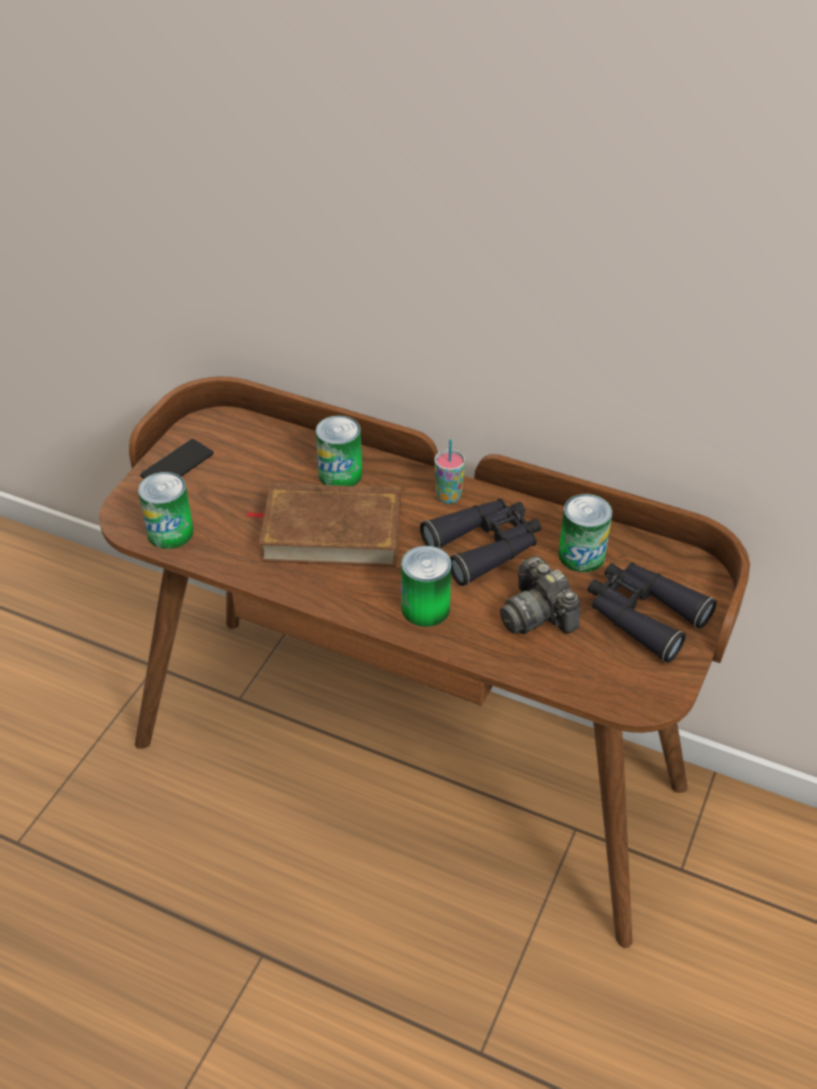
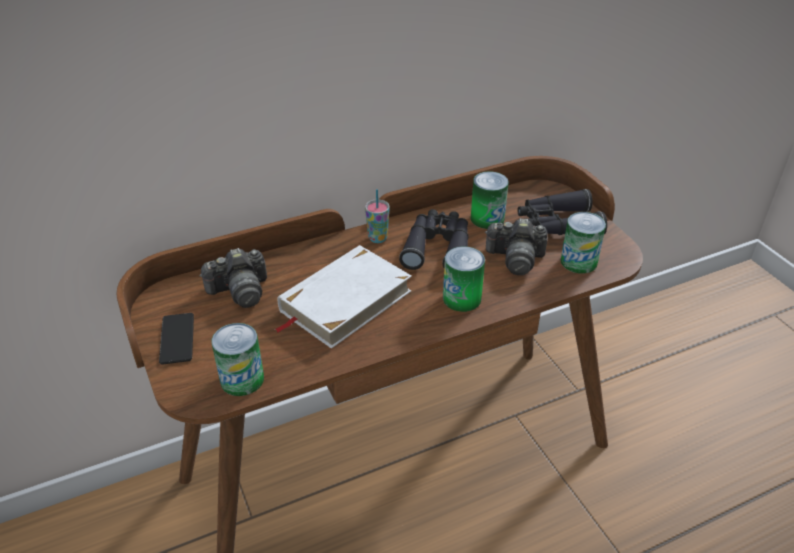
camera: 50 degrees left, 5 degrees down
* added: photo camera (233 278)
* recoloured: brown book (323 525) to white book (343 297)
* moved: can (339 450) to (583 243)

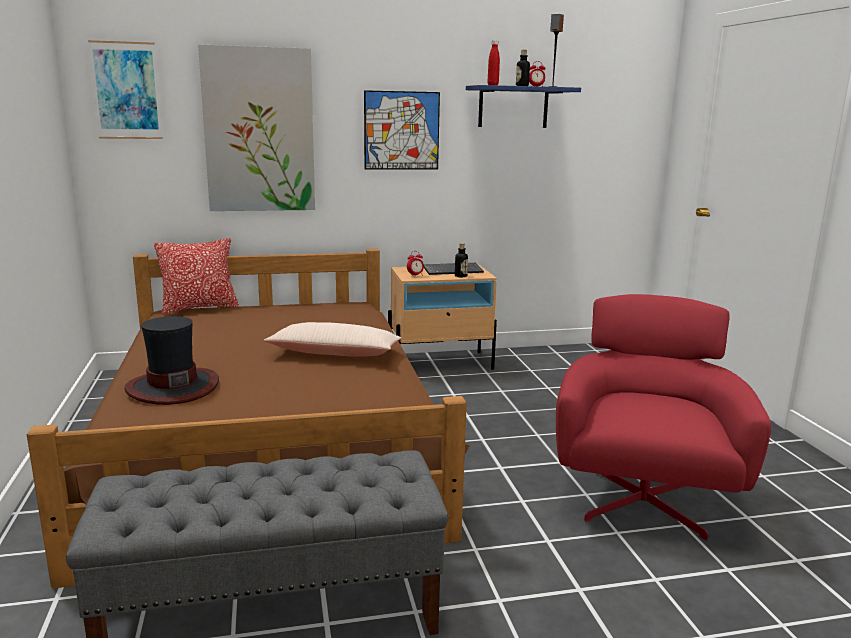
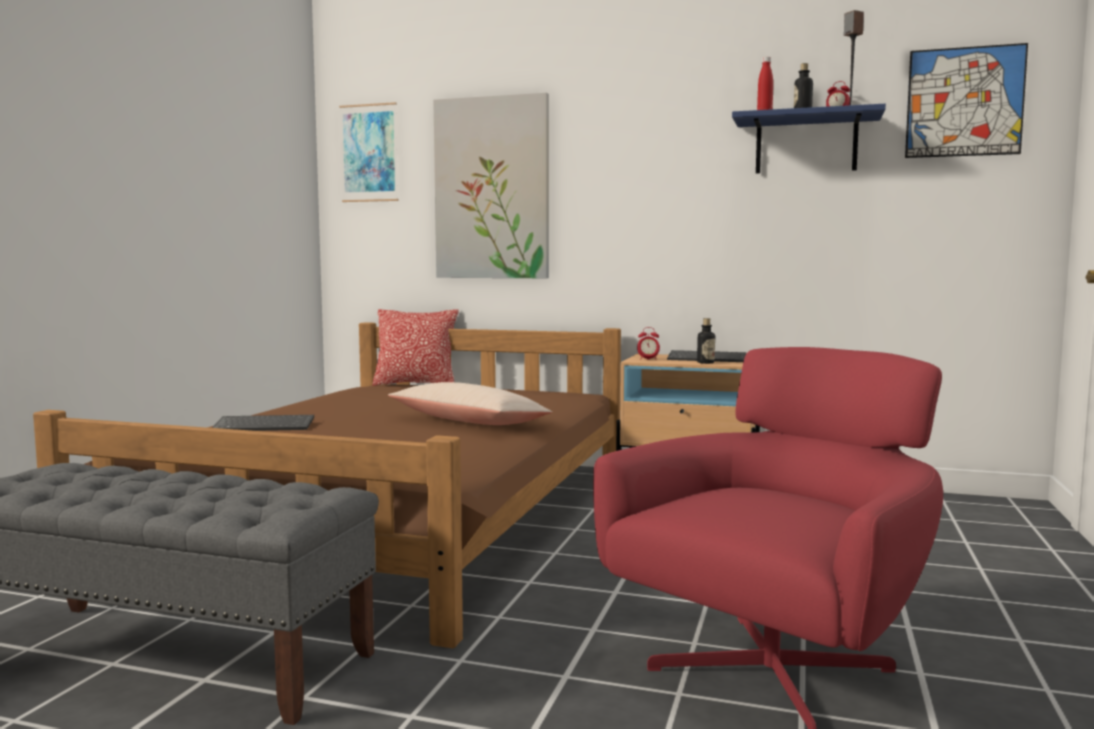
camera: 30 degrees right, 10 degrees down
* replaced: hat (171 360) to keyboard (263 423)
* moved: picture (402 130) to (966 100)

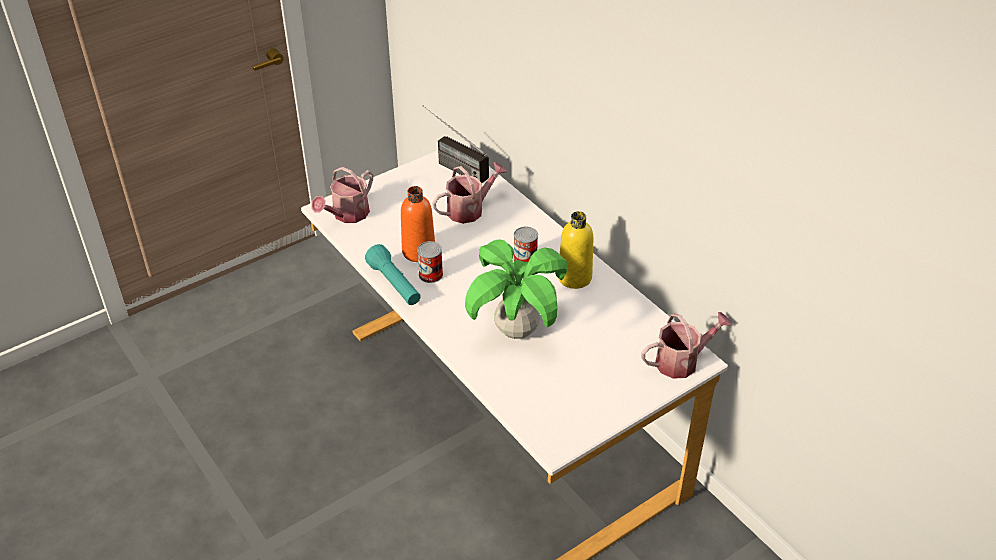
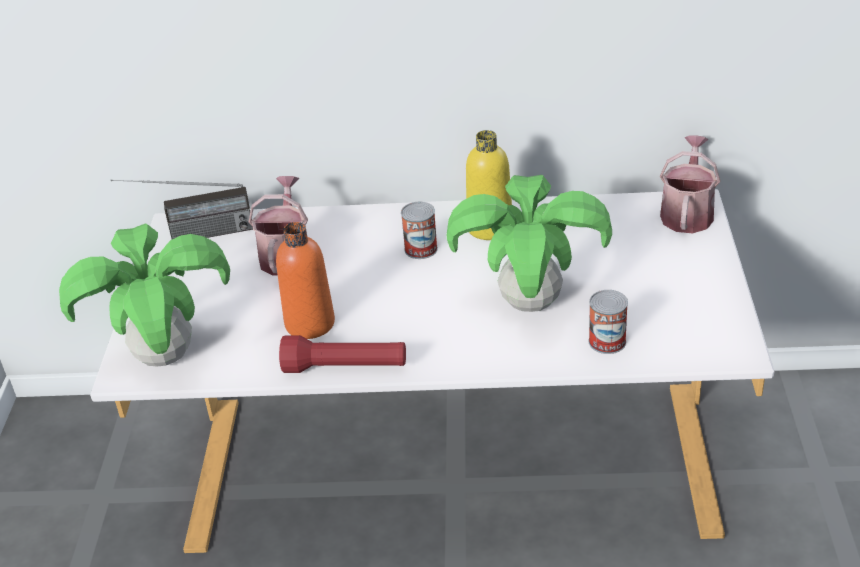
camera: 50 degrees left, 5 degrees down
* replaced: watering can (342 195) to potted plant (144 294)
* recoloured: turquoise flashlight (393 274) to red flashlight (342 354)
* moved: can (430 262) to (608 322)

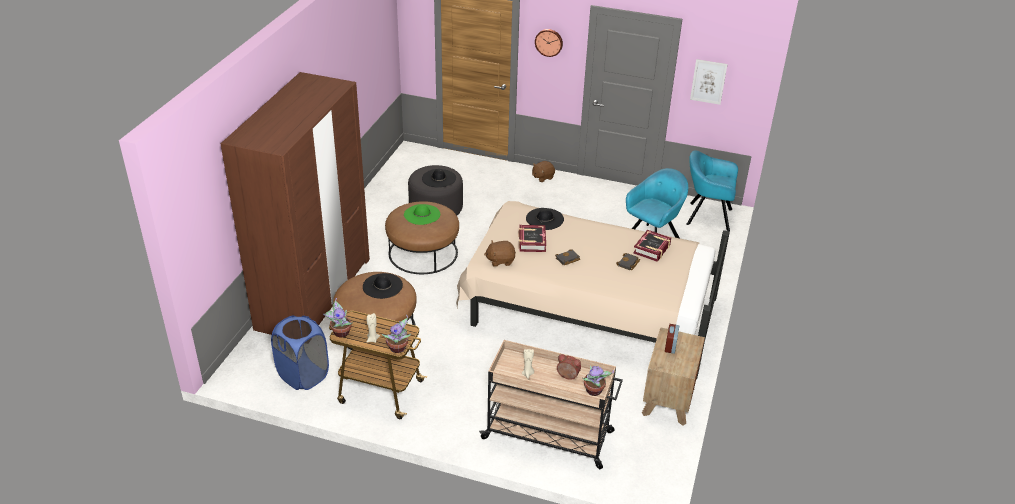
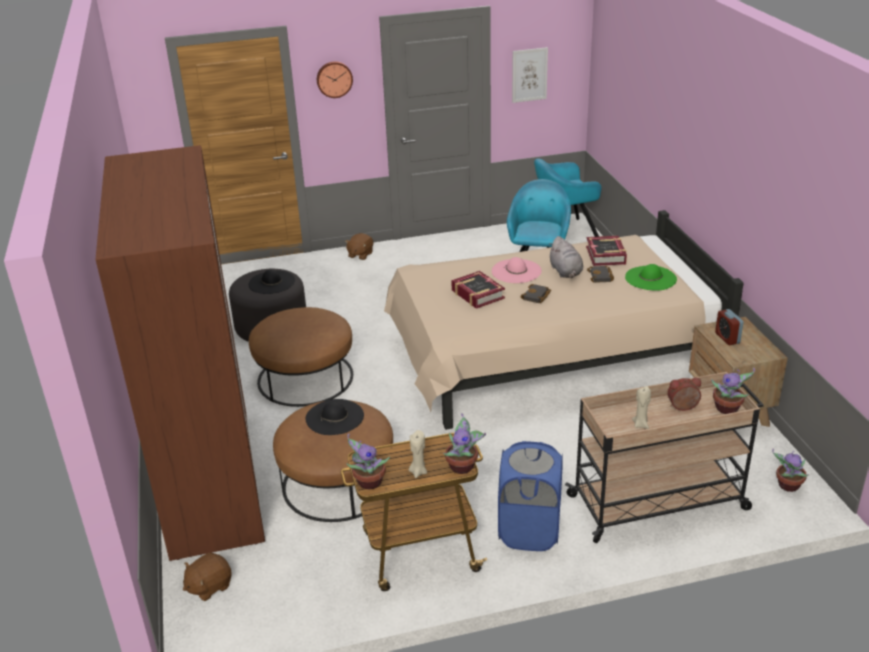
camera: 30 degrees left, 5 degrees down
* moved: brown plush toy (500 253) to (207 576)
* added: pink hat (517 270)
* moved: blue laundry basket (300 353) to (530 496)
* added: grey plush toy (565 257)
* moved: green hat (422 214) to (651 277)
* added: potted plant (790 470)
* removed: black hat (545 219)

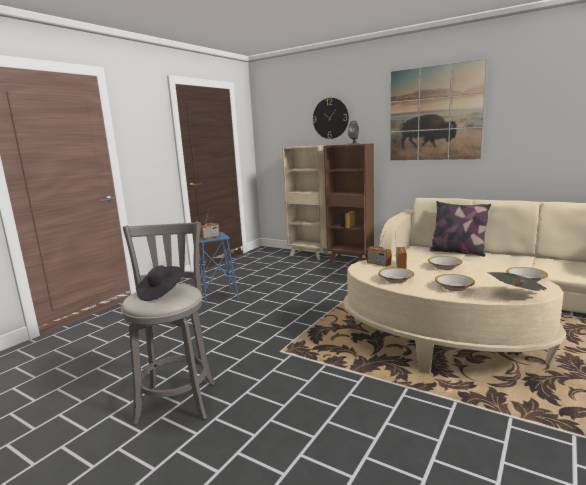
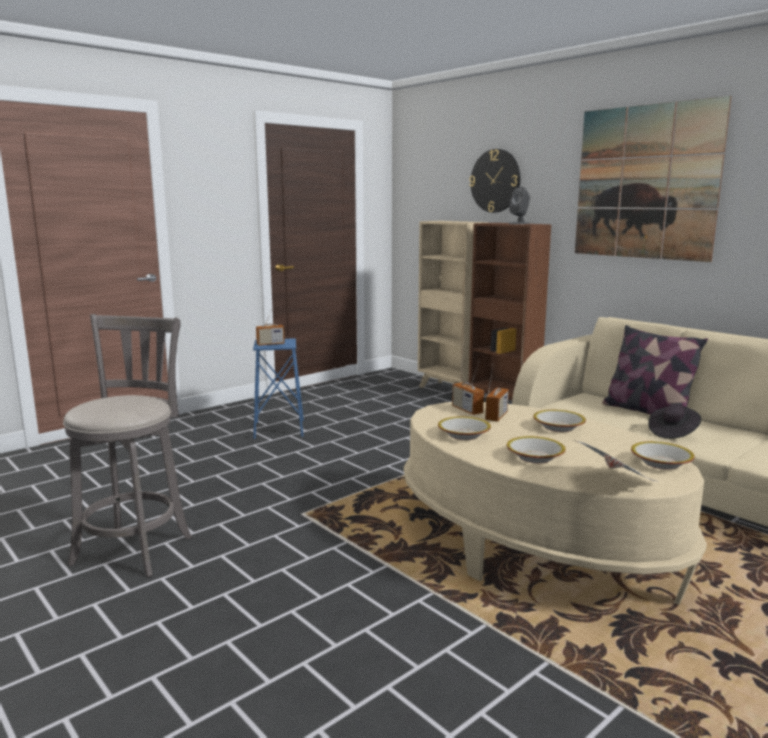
camera: 15 degrees right, 0 degrees up
* moved: black hat (160 283) to (674 421)

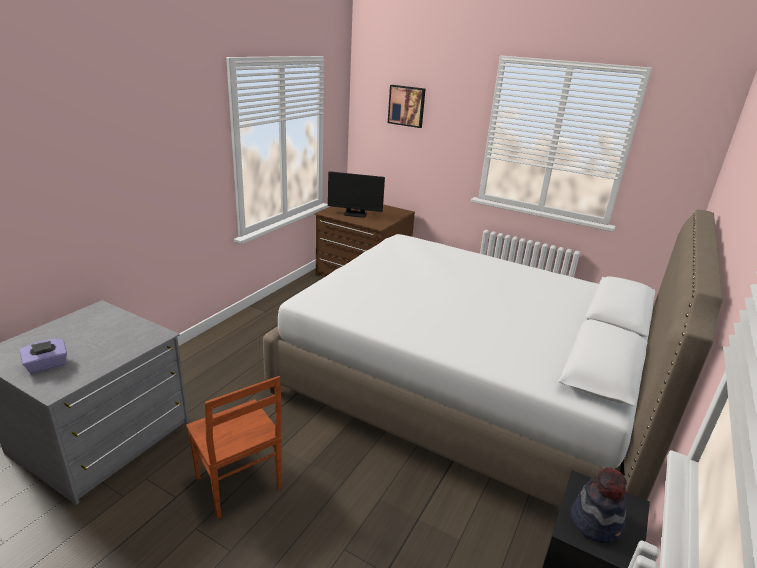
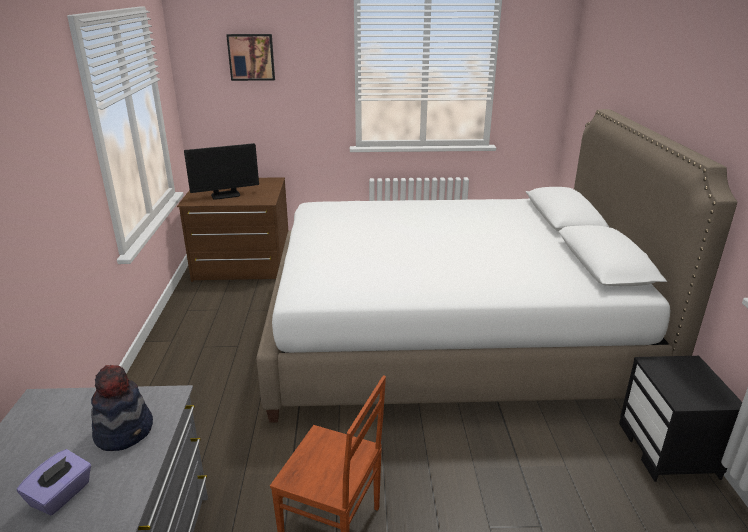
camera: 30 degrees left, 0 degrees up
* moved: hat (599 505) to (122 408)

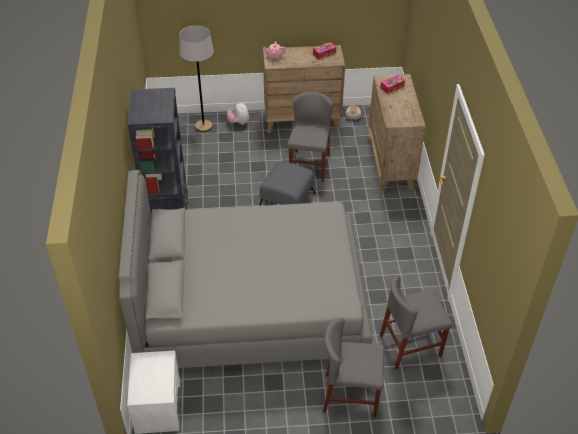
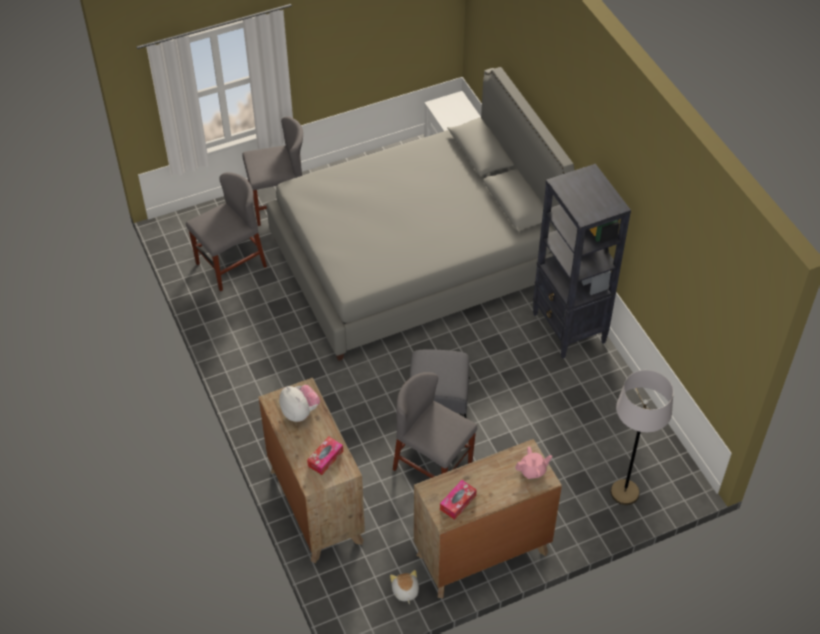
camera: 160 degrees right, 5 degrees up
* moved: plush toy (238 113) to (299 403)
* turned: grey chair (310 137) = (435 425) 135 degrees clockwise

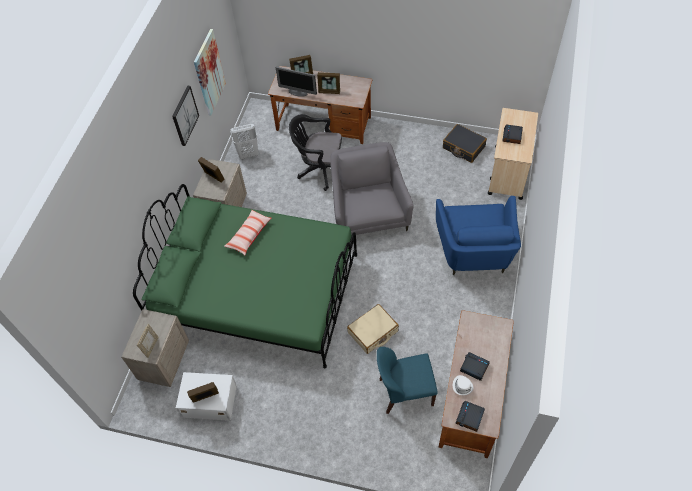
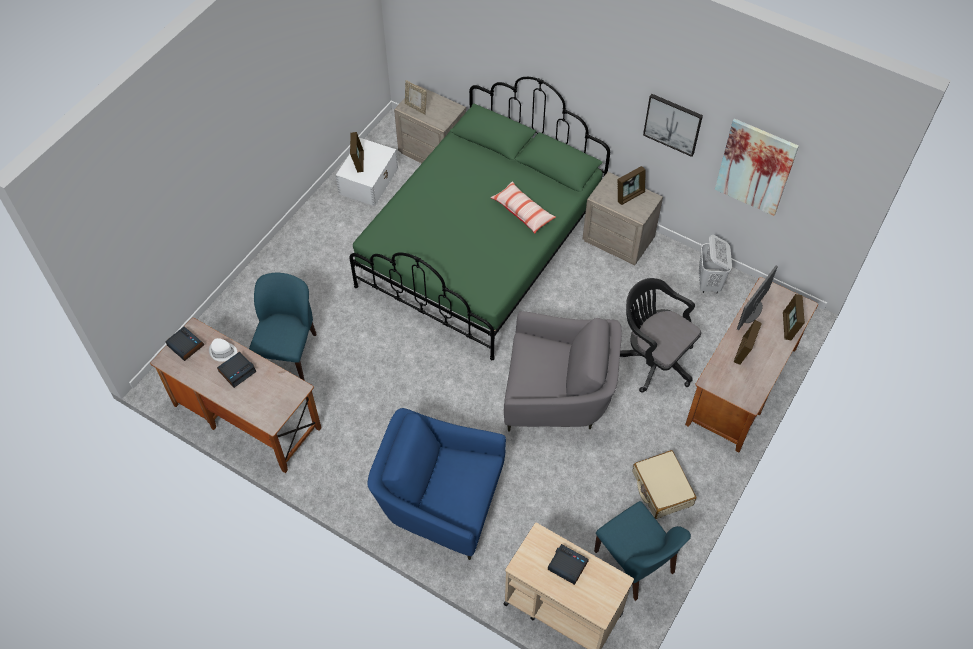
camera: 105 degrees right, 0 degrees up
* replaced: black suitcase (465 143) to blue chair (642 551)
* turned: black office chair (315 152) = (660 335) 75 degrees counterclockwise
* moved: beige suitcase (373 329) to (665 484)

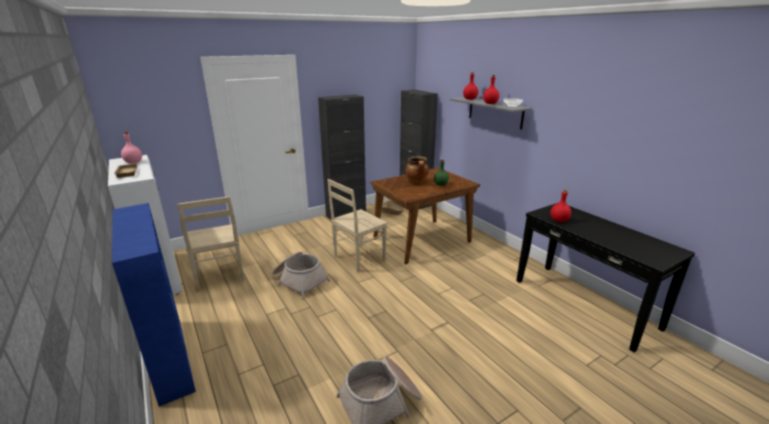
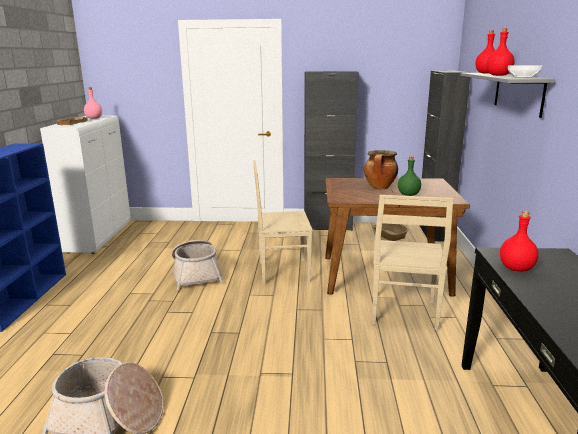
camera: 35 degrees right, 5 degrees down
* moved: beige chair (210 243) to (412 262)

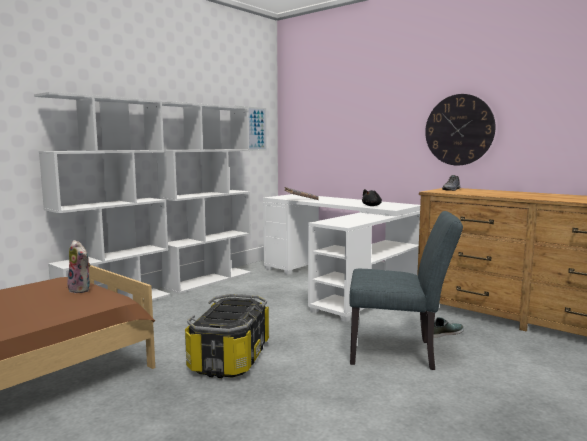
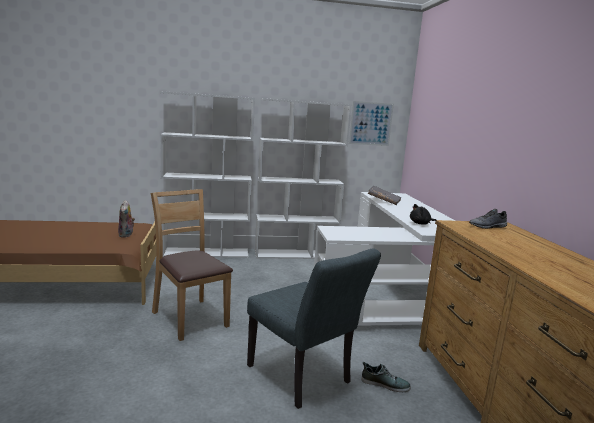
camera: 40 degrees right, 5 degrees up
* replaced: storage box (227 336) to brown chair (192 265)
* removed: wall clock (460 129)

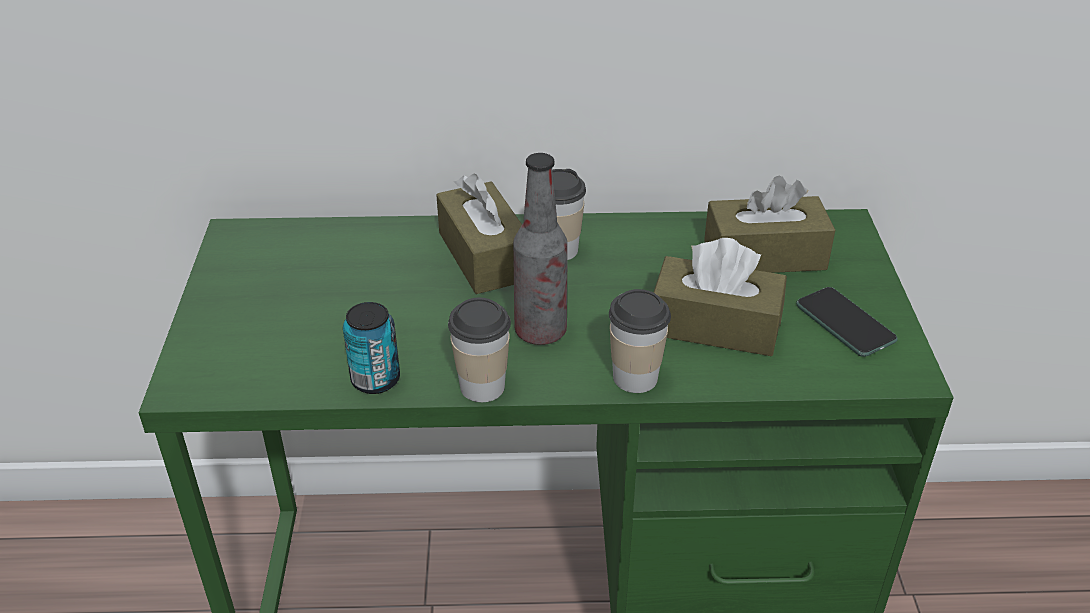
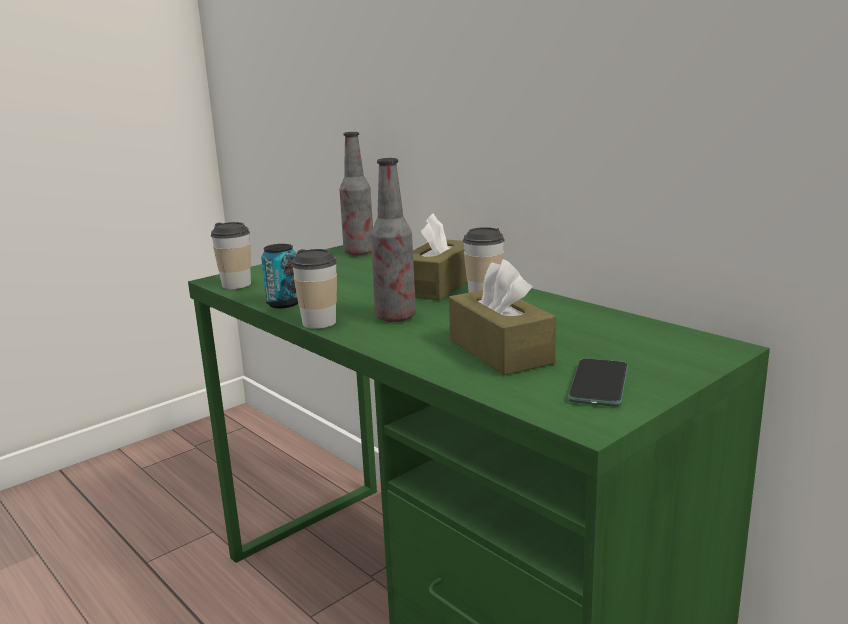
camera: 50 degrees right, 20 degrees down
* moved: cup (640 341) to (231 255)
* added: bottle (356 193)
* removed: brown tissue box (769 224)

